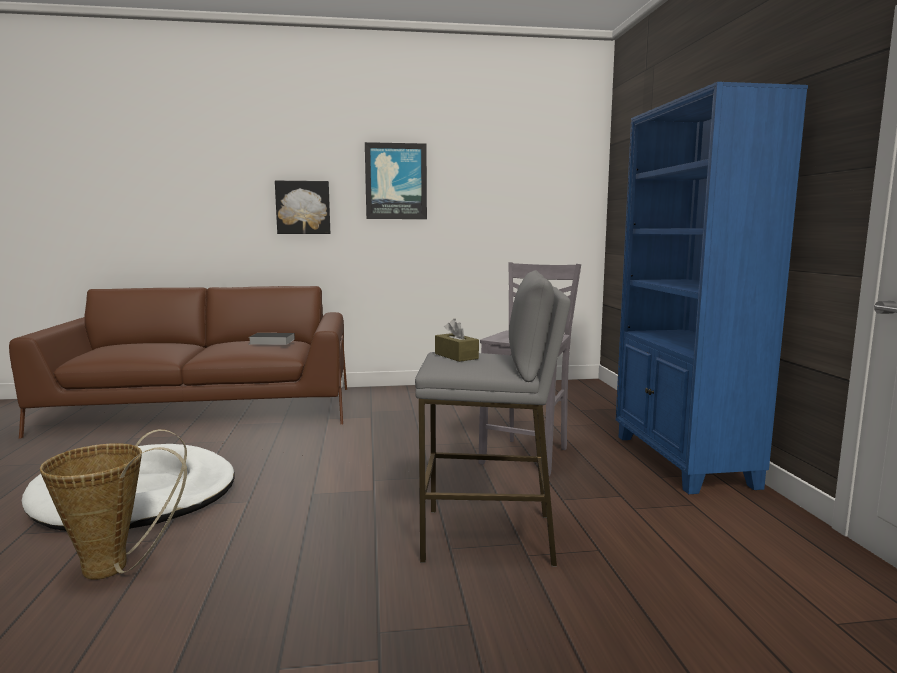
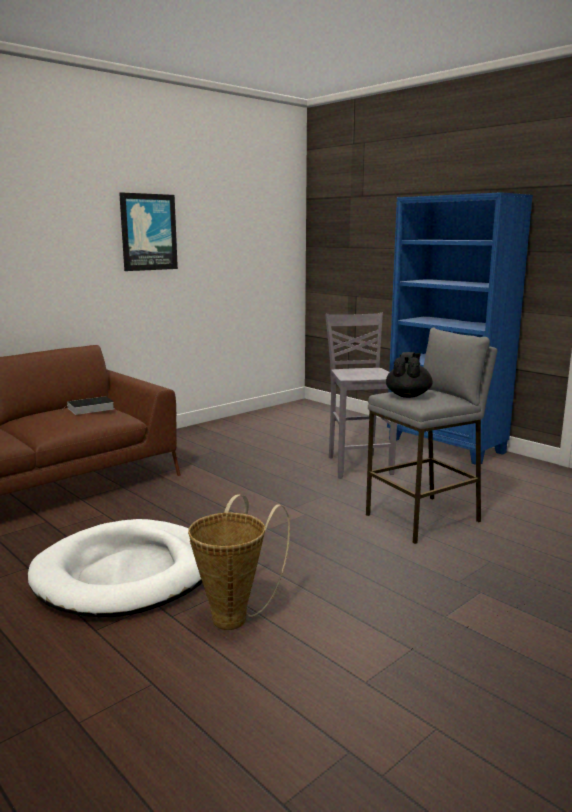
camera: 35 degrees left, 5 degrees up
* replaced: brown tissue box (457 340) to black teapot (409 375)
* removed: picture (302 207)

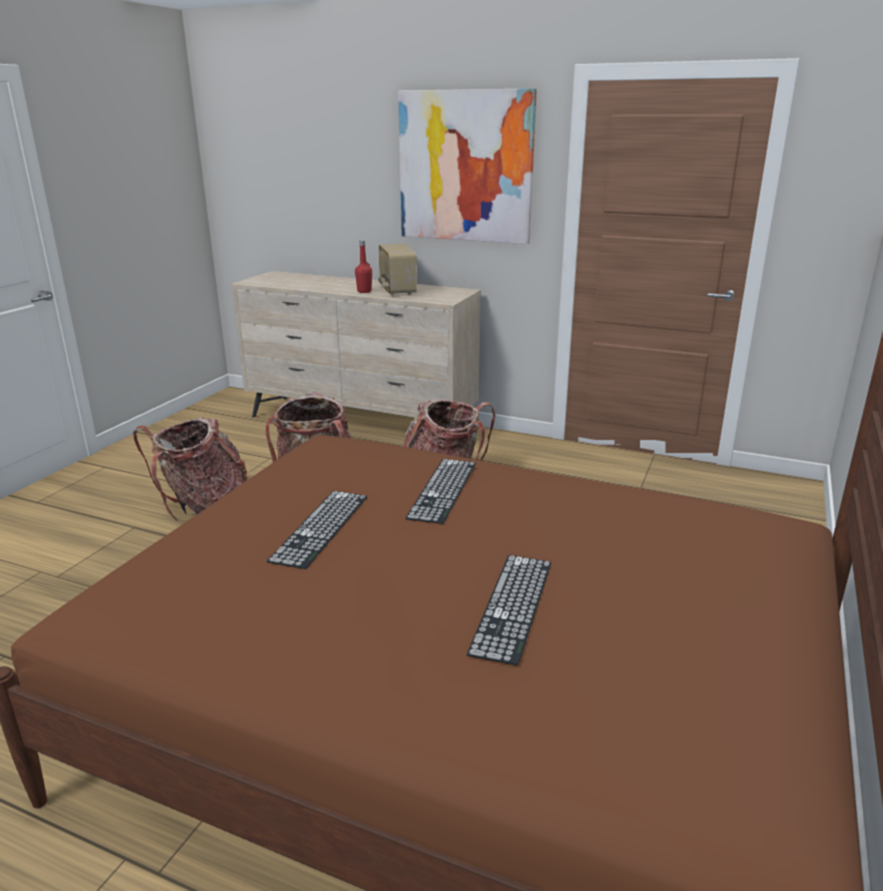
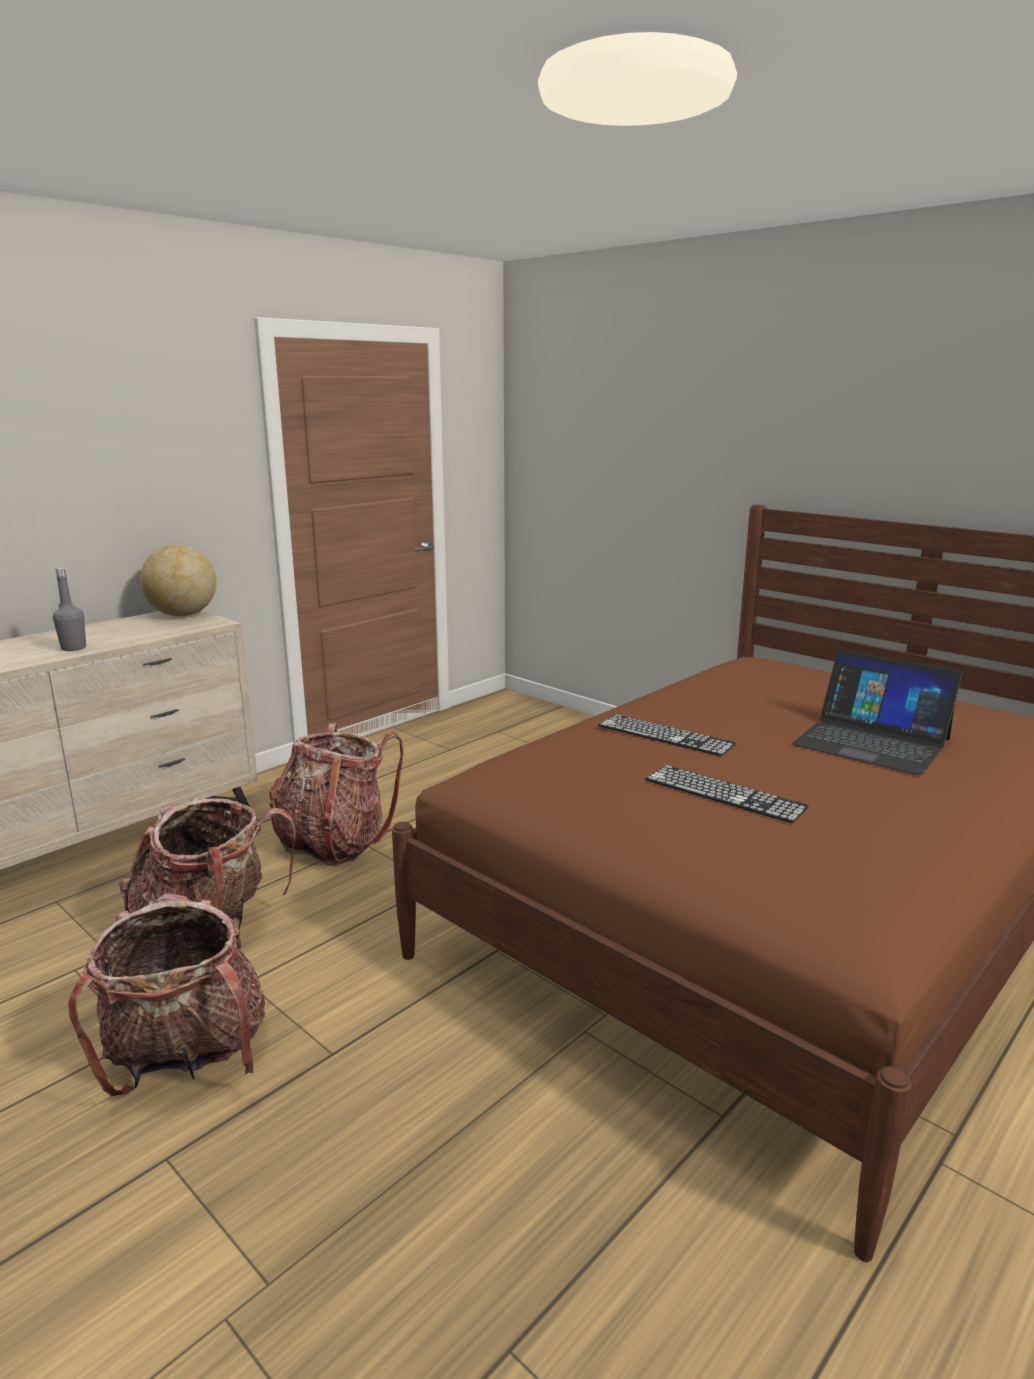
camera: 70 degrees left, 5 degrees down
* recoloured: red bottle (363 266) to grey bottle (69 609)
* added: globe (178 581)
* replaced: keyboard (509 610) to laptop (877 712)
* removed: radio (397 270)
* removed: picture (467 166)

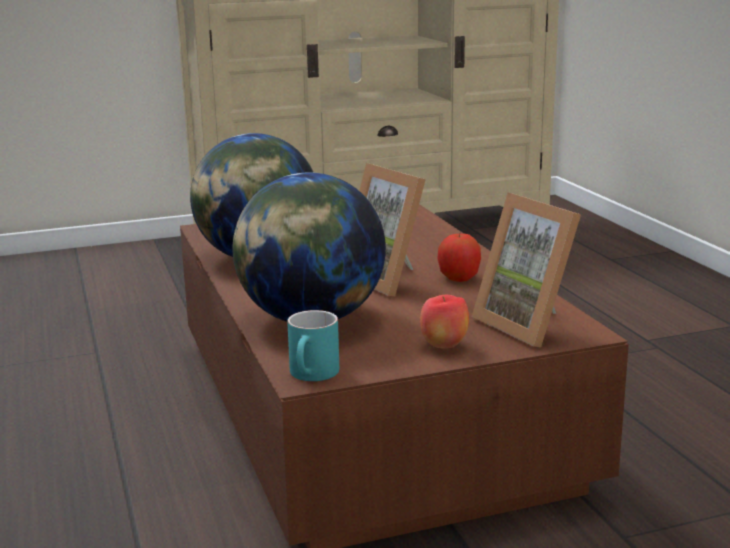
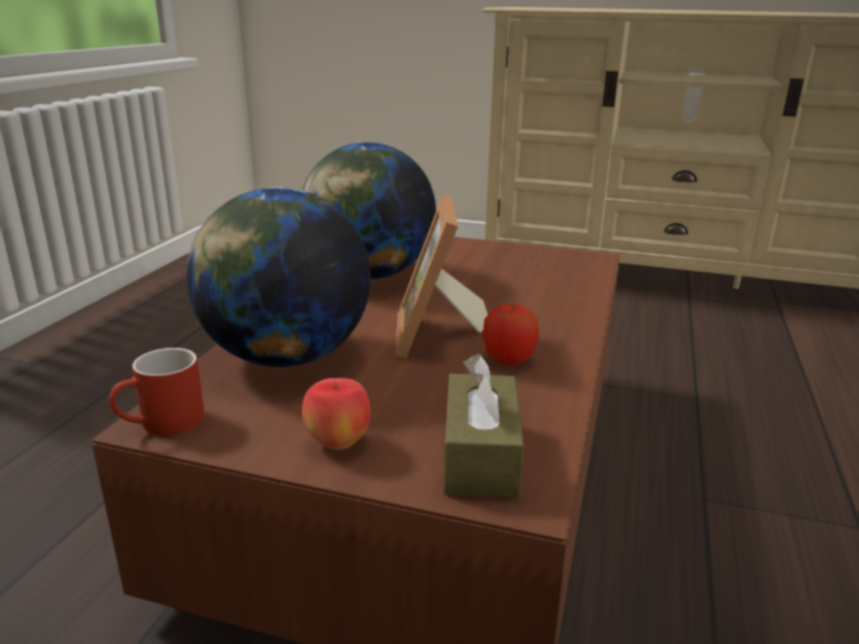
camera: 35 degrees right, 5 degrees up
* recoloured: turquoise mug (313 345) to red mug (157 392)
* replaced: picture frame (526 270) to brown tissue box (484 425)

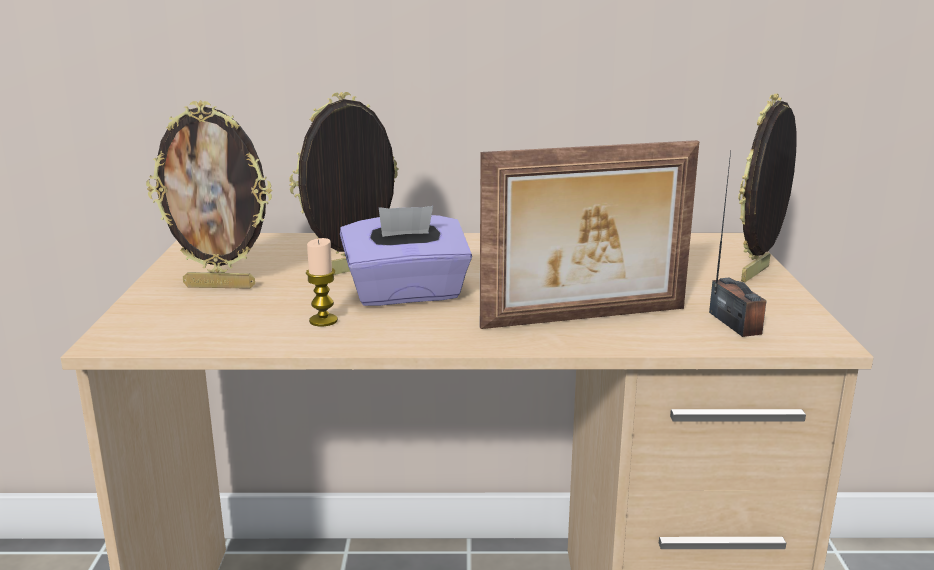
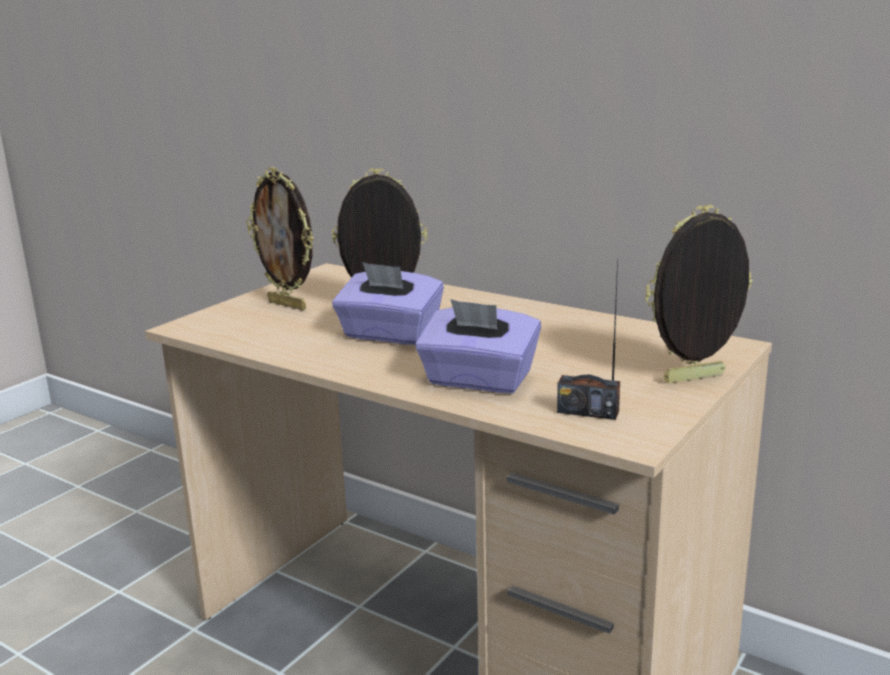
camera: 35 degrees right, 0 degrees up
* replaced: picture frame (589 234) to purple tissue box (478 346)
* turned: radio (738 244) = (588 339) 90 degrees clockwise
* removed: candle (322 282)

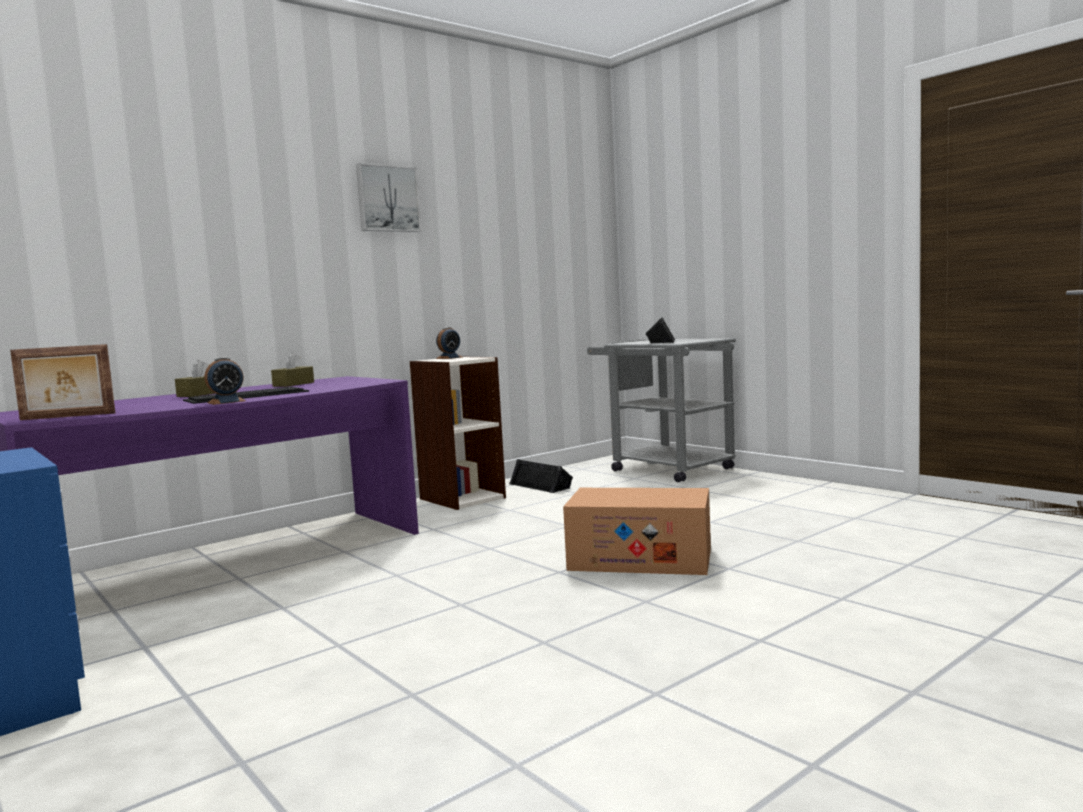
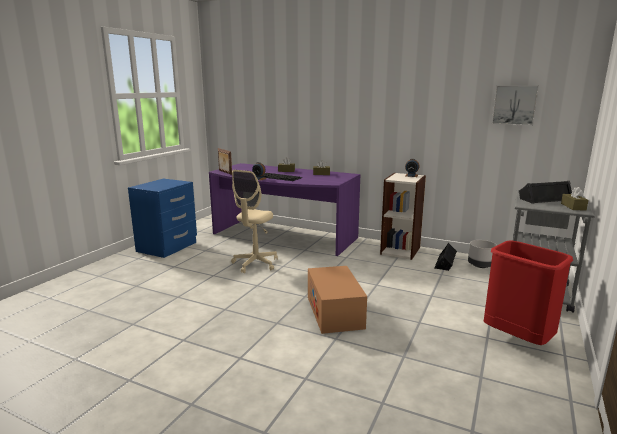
camera: 65 degrees right, 10 degrees up
* added: beige office chair (254 221)
* added: grey planter (482 254)
* added: red trash can (528 292)
* moved: picture (388 197) to (515 105)
* added: brown tissue box (574 198)

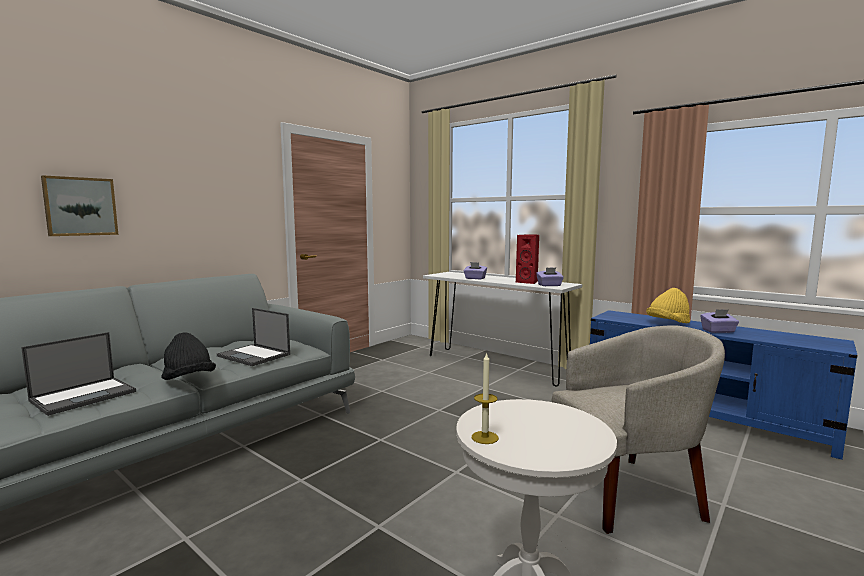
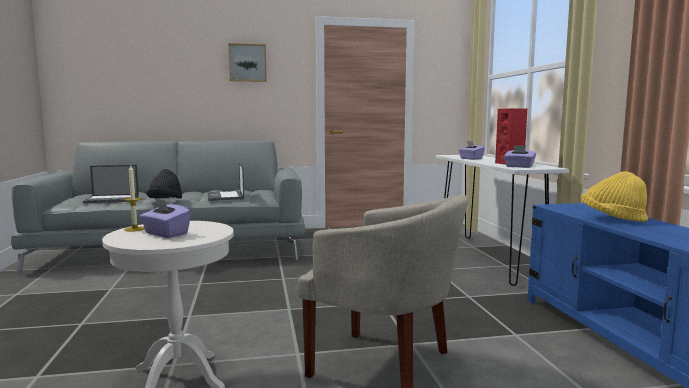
camera: 40 degrees right, 0 degrees up
* moved: purple tissue box (719 321) to (165 218)
* moved: picture (79 205) to (248 62)

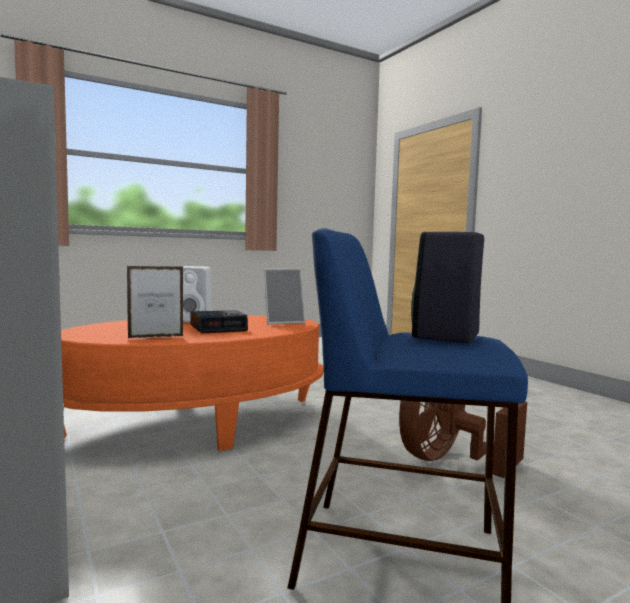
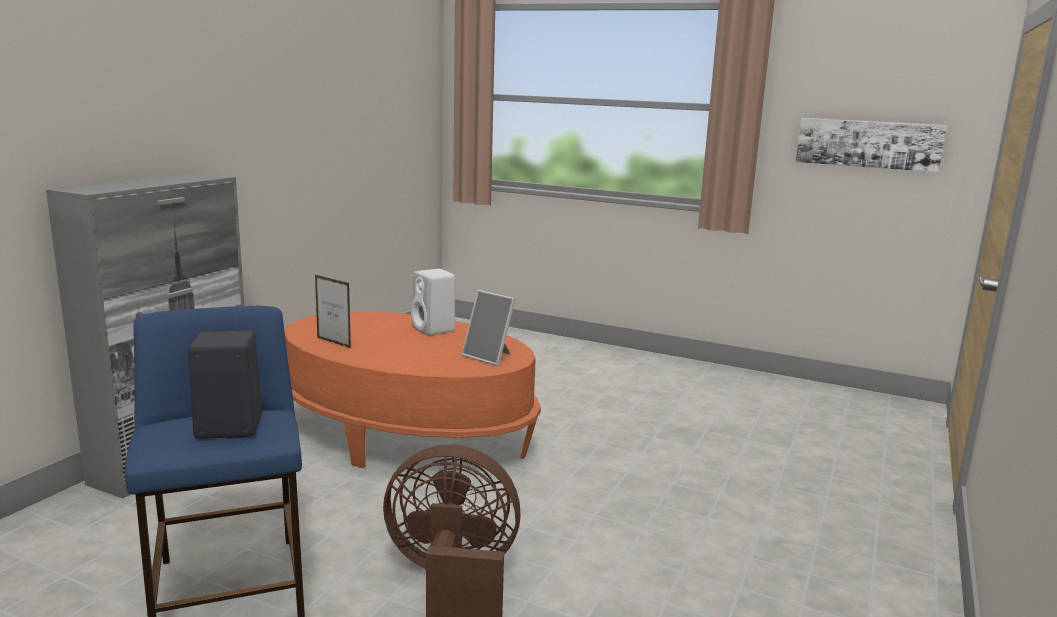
camera: 55 degrees right, 10 degrees up
* added: picture (871 145)
* removed: alarm clock (219 321)

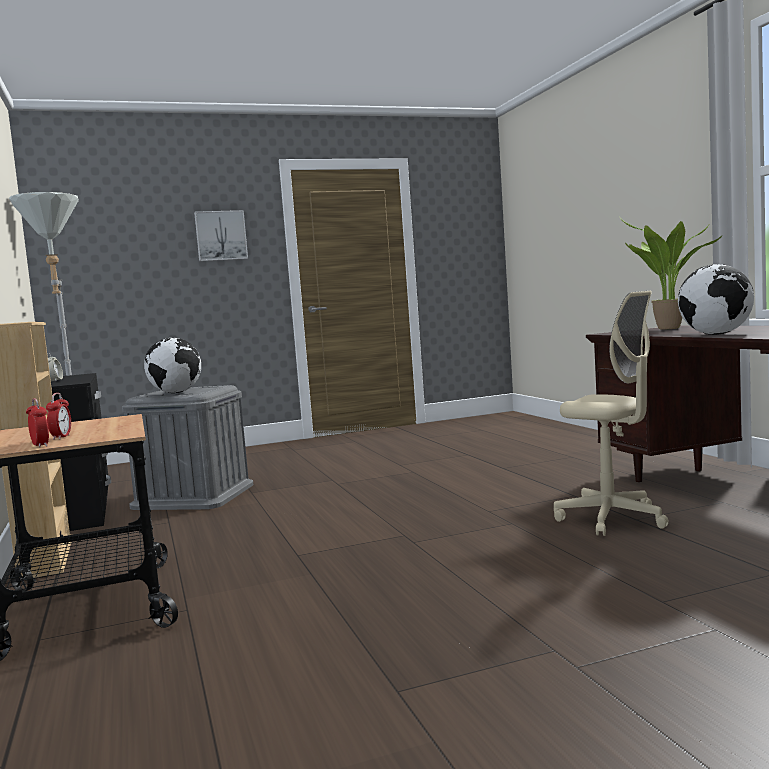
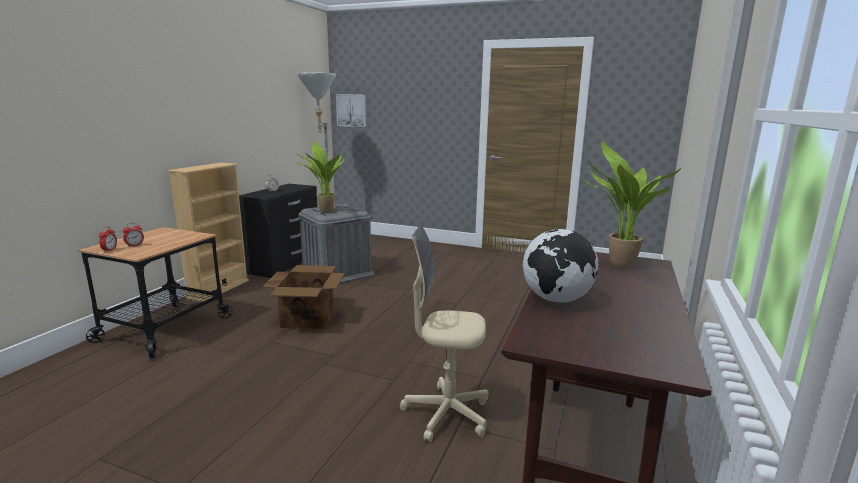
camera: 40 degrees right, 10 degrees up
* added: cardboard box (304 297)
* replaced: globe (172 365) to potted plant (319 176)
* moved: picture (221 235) to (351 110)
* turned: beige office chair (611 413) = (444 334) 105 degrees clockwise

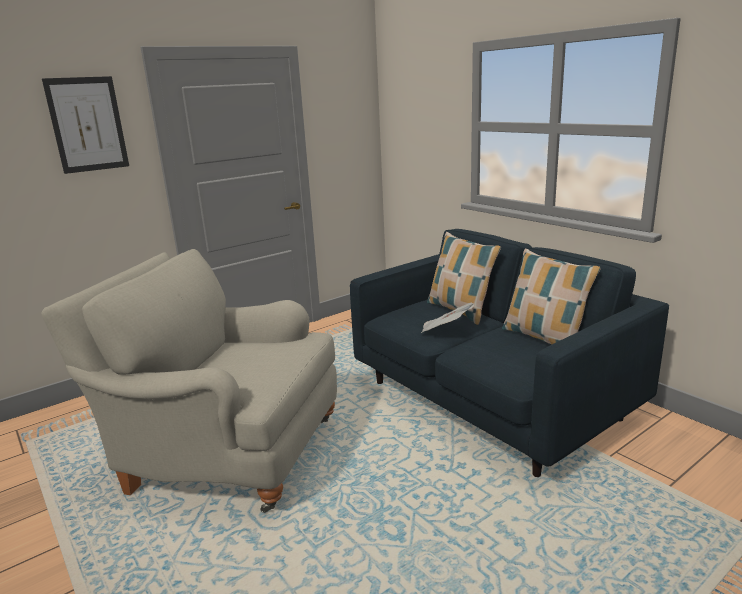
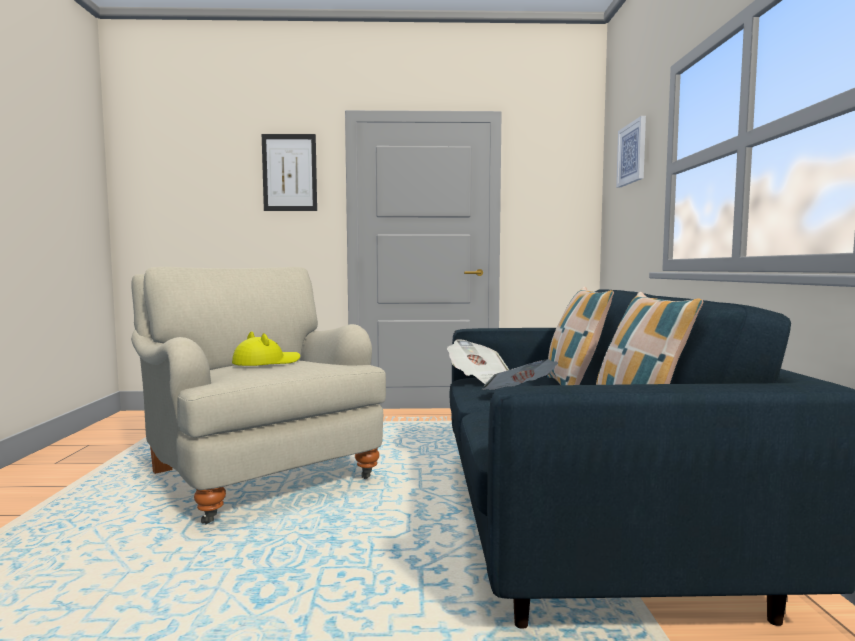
camera: 35 degrees right, 15 degrees down
* added: yellow hat (266 349)
* added: newspaper (478 361)
* added: picture (631 151)

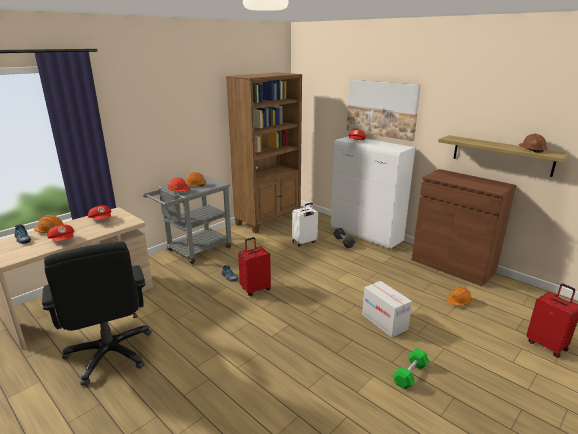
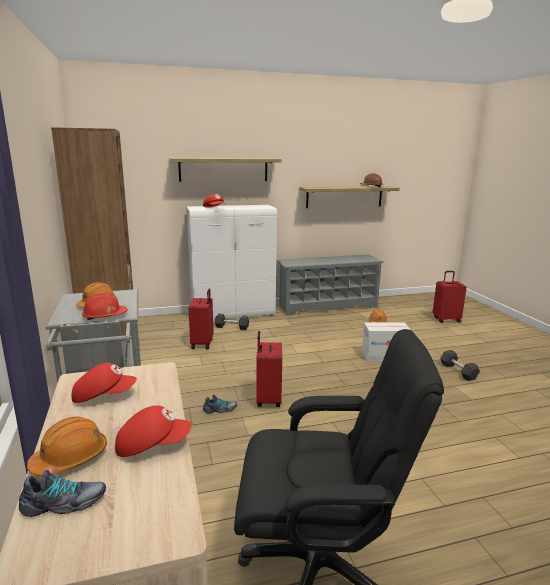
camera: 60 degrees left, 5 degrees down
* replaced: picture (384 110) to shelf (225 170)
* recoloured: white suitcase (305 225) to red suitcase (201 319)
* replaced: brown cabinet (464 228) to grey shoe rack (330 285)
* recoloured: green dumbbell (410 369) to grey dumbbell (460 365)

